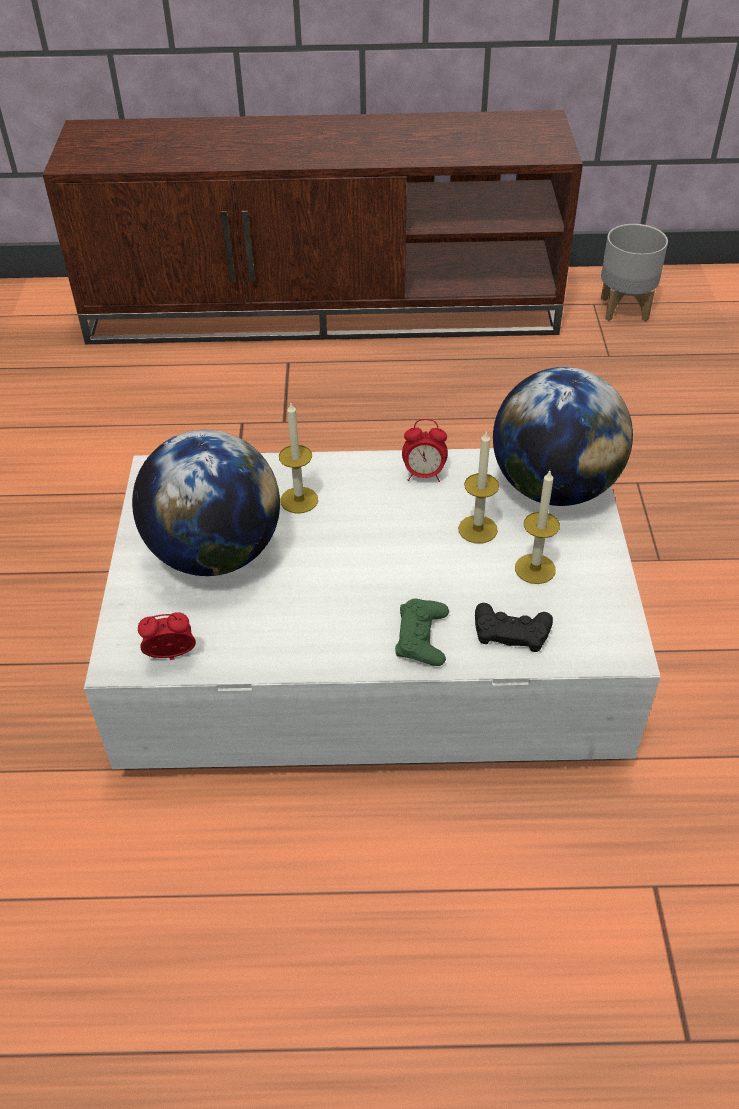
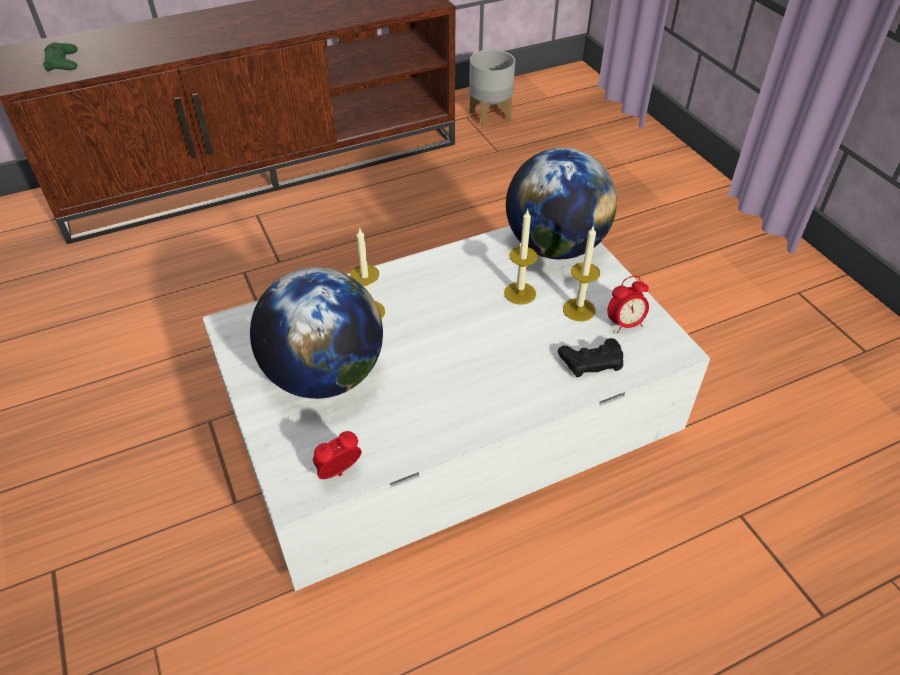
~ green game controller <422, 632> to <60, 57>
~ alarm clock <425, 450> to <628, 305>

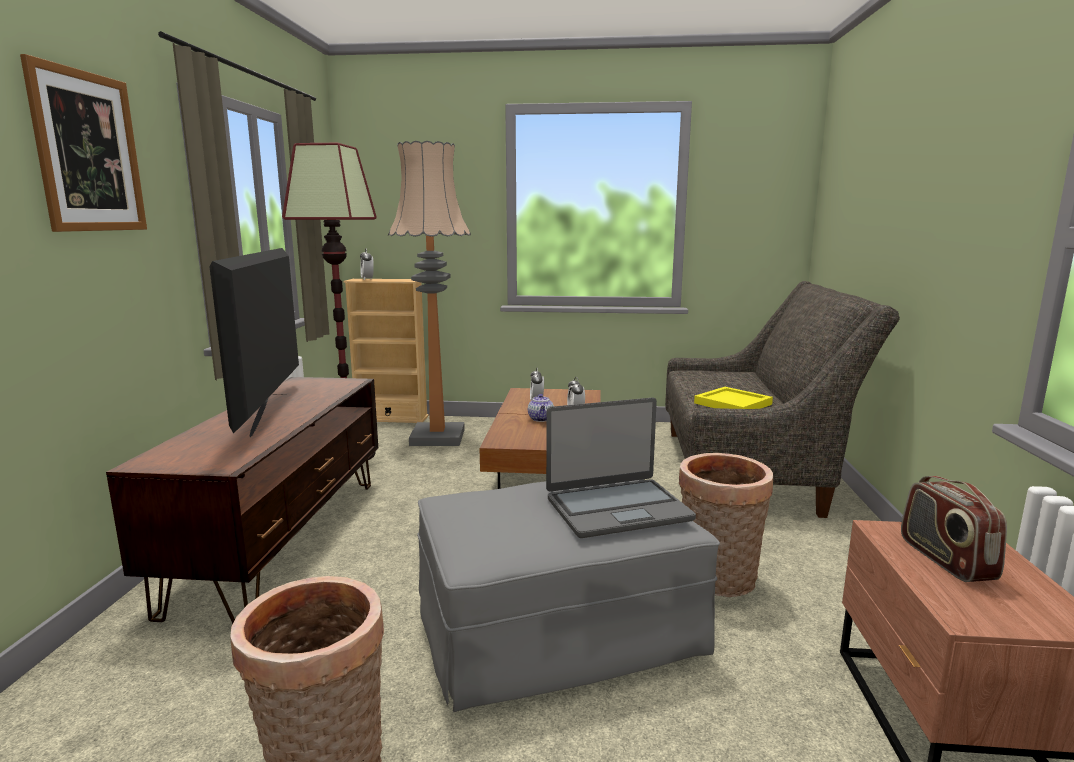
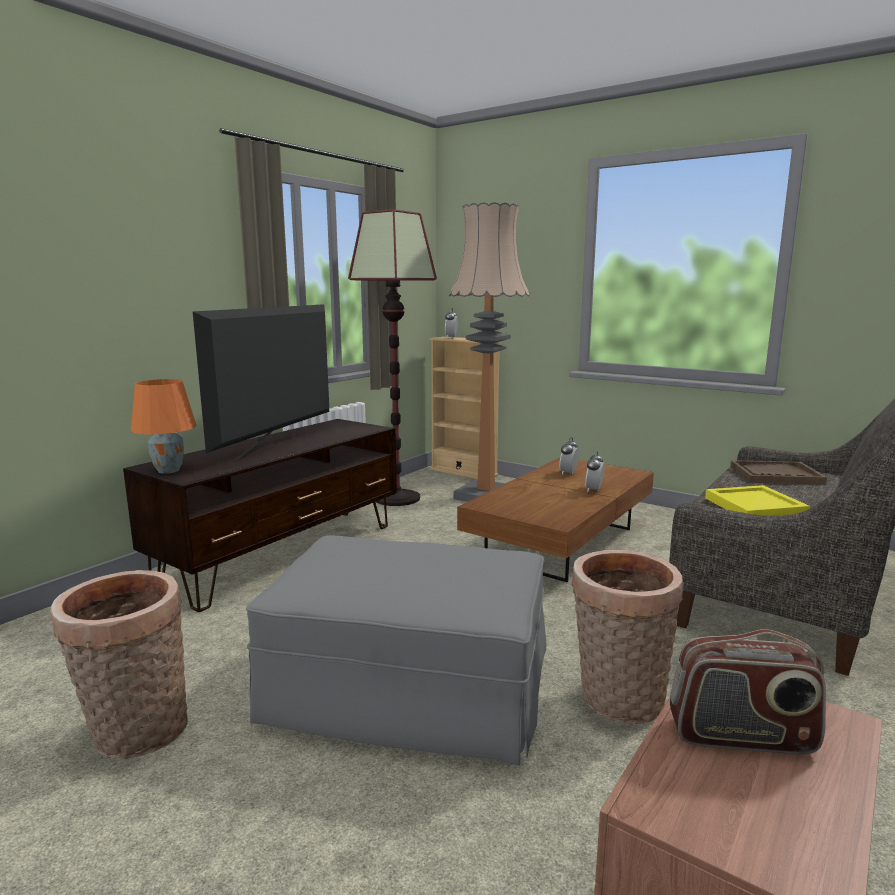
+ orange table lamp <164, 426>
~ radio <954, 529> = <748, 691> 105 degrees counterclockwise
+ brown tray <778, 472>
- picture <83, 143>
- teapot <541, 408>
- laptop <621, 467>

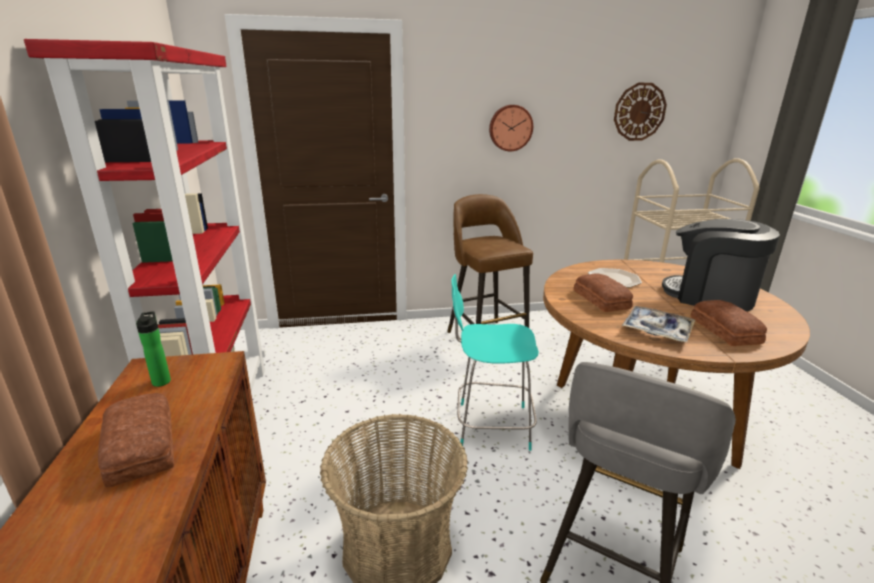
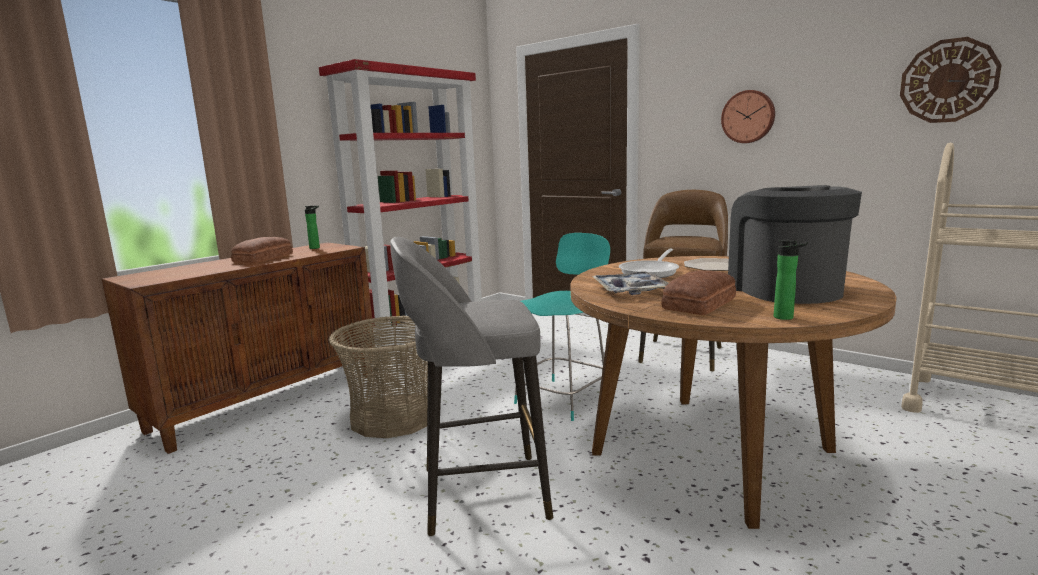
~ turquoise chair <495, 362> = <562, 327> 75 degrees clockwise
~ bread <603, 292> to frying pan <649, 263>
+ bottle <791, 280>

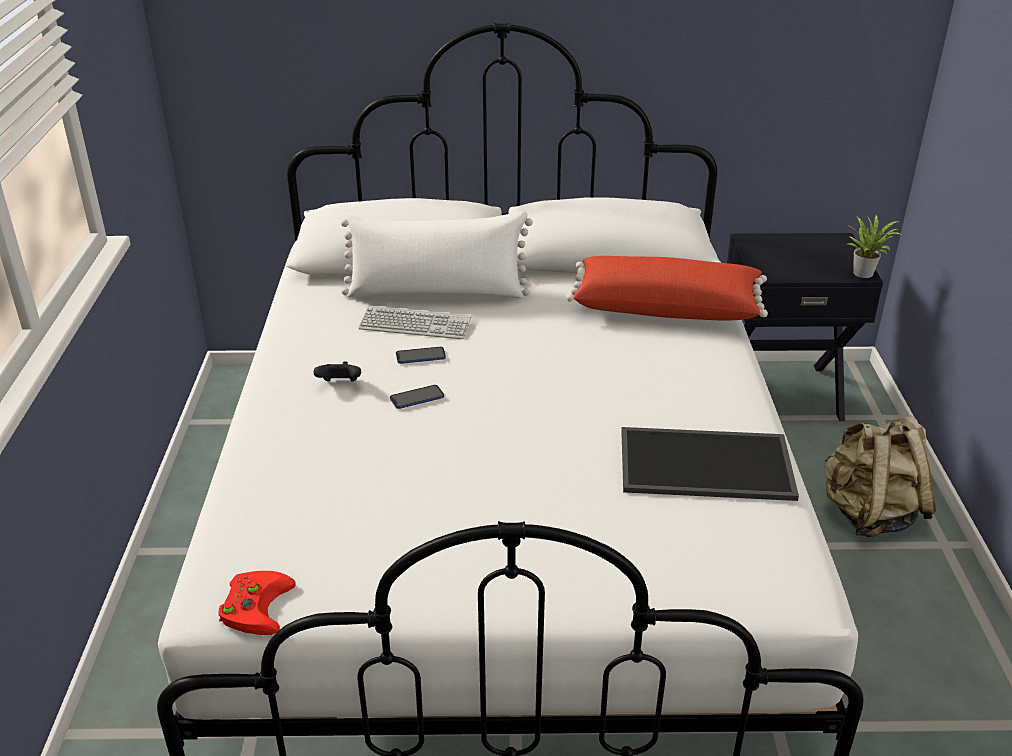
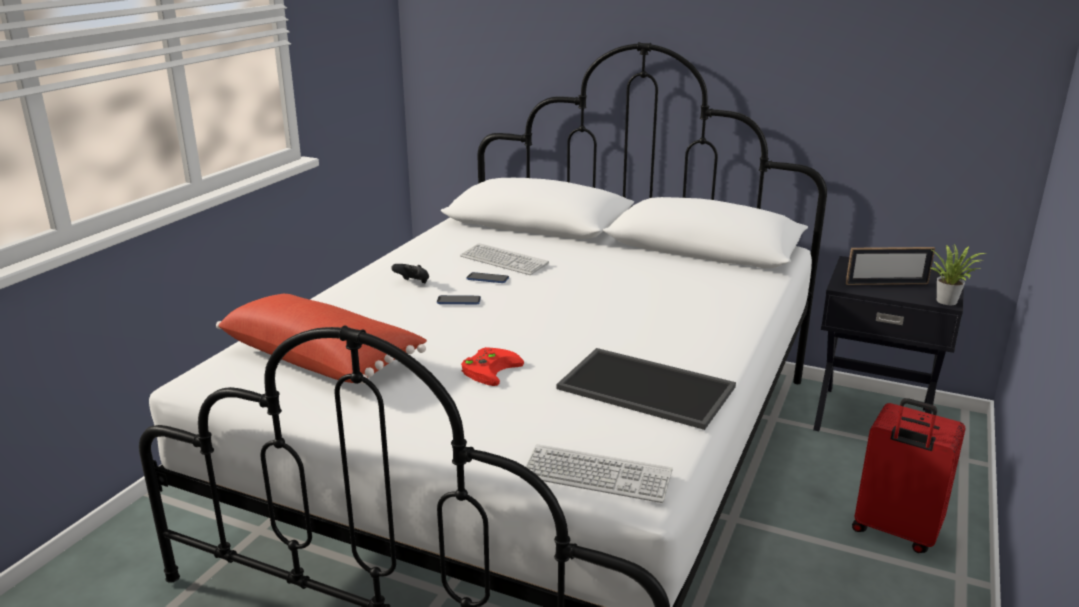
~ red pillow <667, 288> to <321, 339>
~ red game controller <257, 603> to <492, 366>
+ keyboard <599, 473>
+ picture frame <890, 266>
~ beige backpack <880, 476> to red suitcase <909, 475>
- white pillow <437, 255>

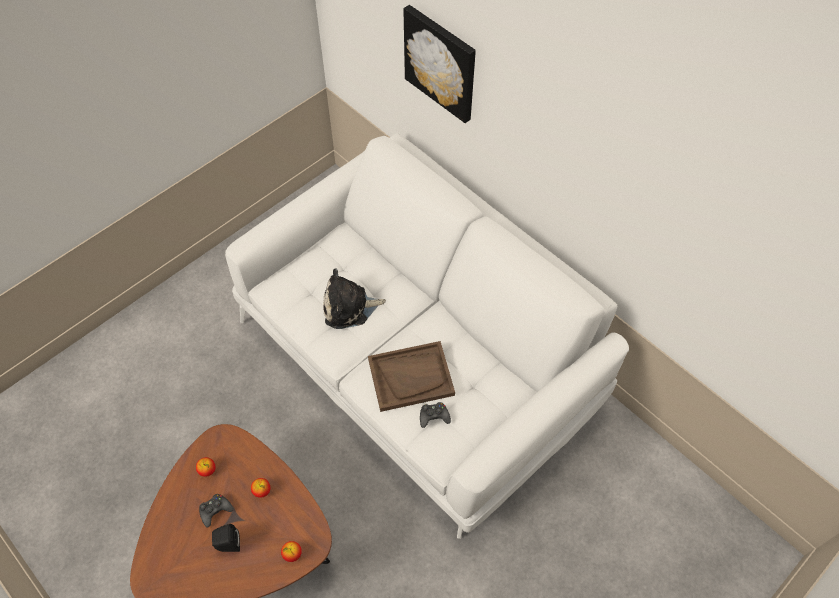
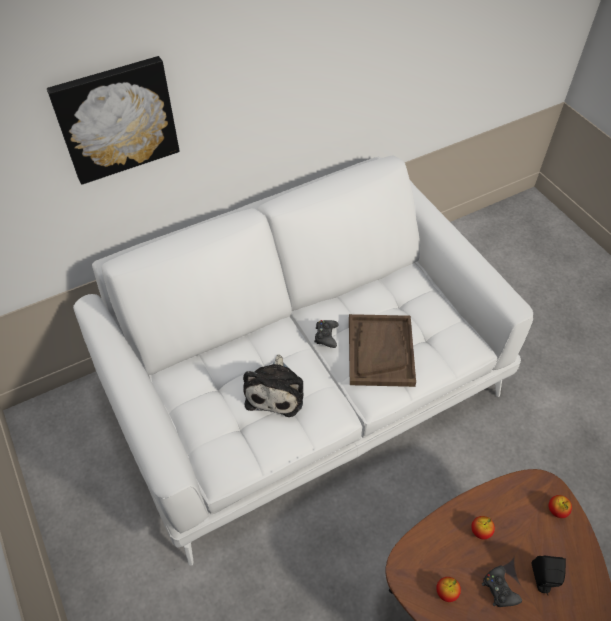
~ black game controller <435, 415> to <326, 334>

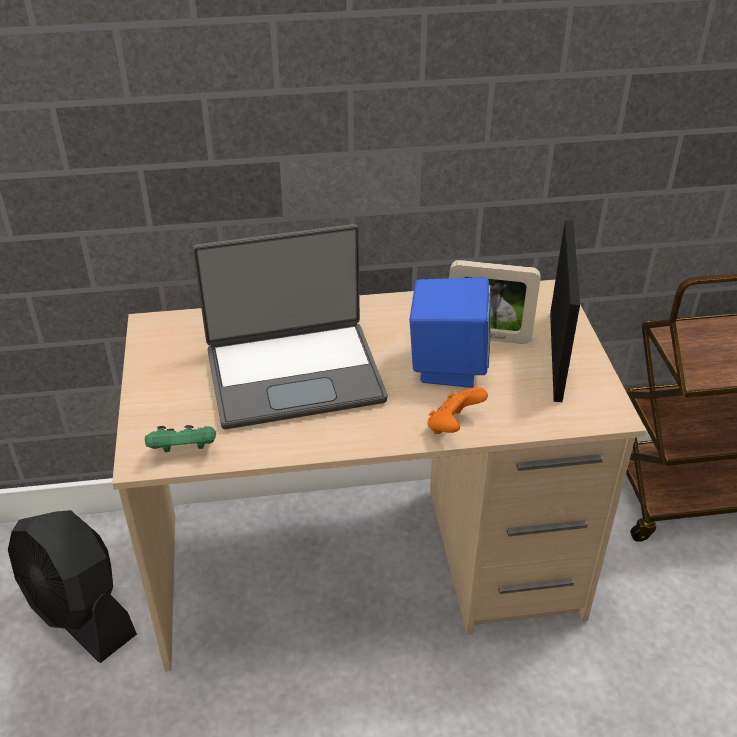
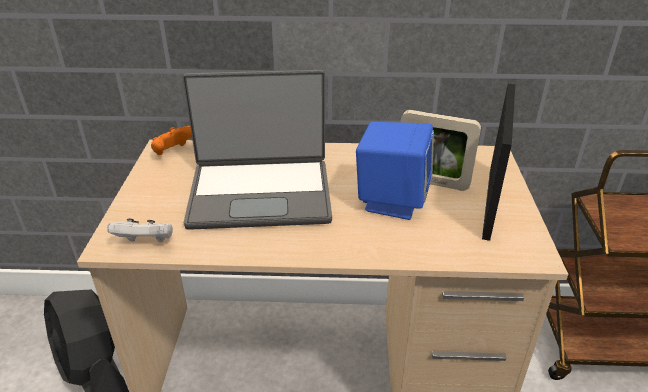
~ green game controller <180, 438> to white game controller <140, 230>
~ orange game controller <457, 410> to <171, 140>

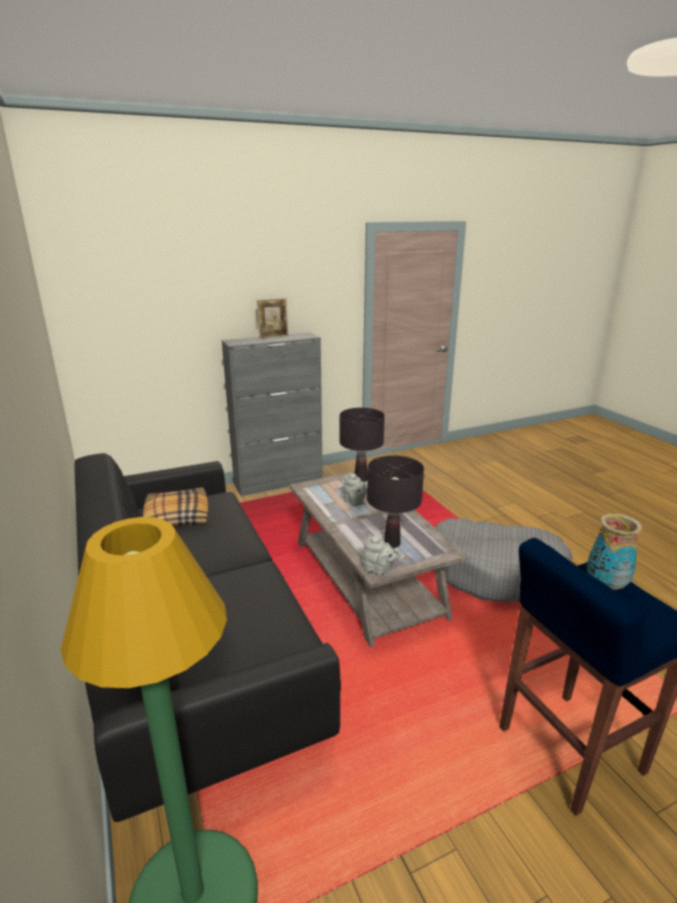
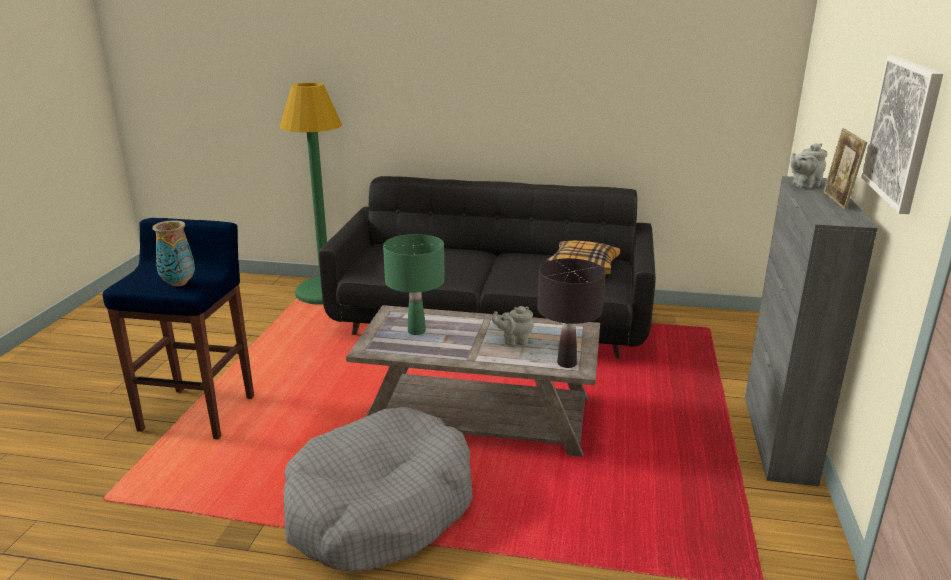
~ black table lamp <395, 501> to green table lamp <414, 284>
~ grey teapot <382, 555> to <809, 166>
+ picture <902, 135>

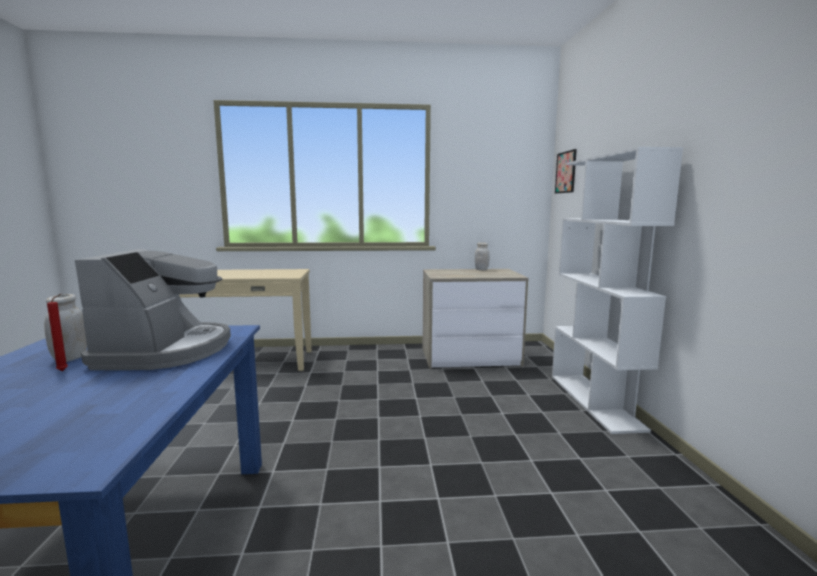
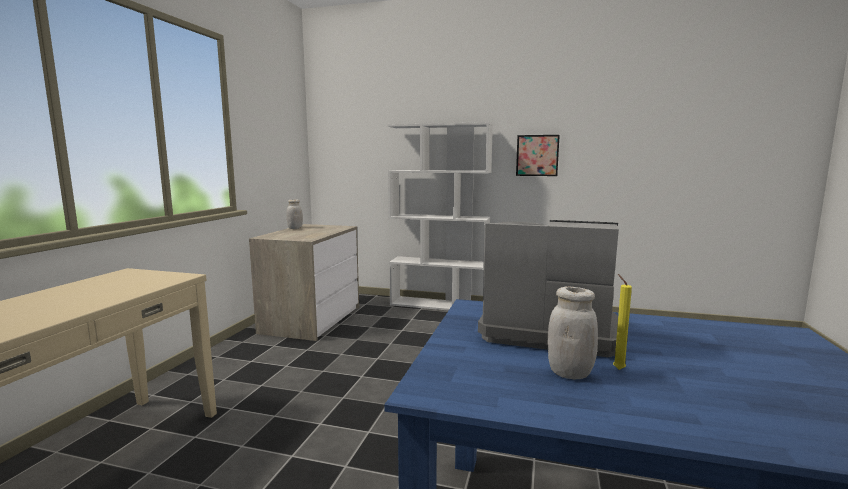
~ picture <566, 171> to <538, 155>
~ red candle <57, 332> to yellow candle <622, 322>

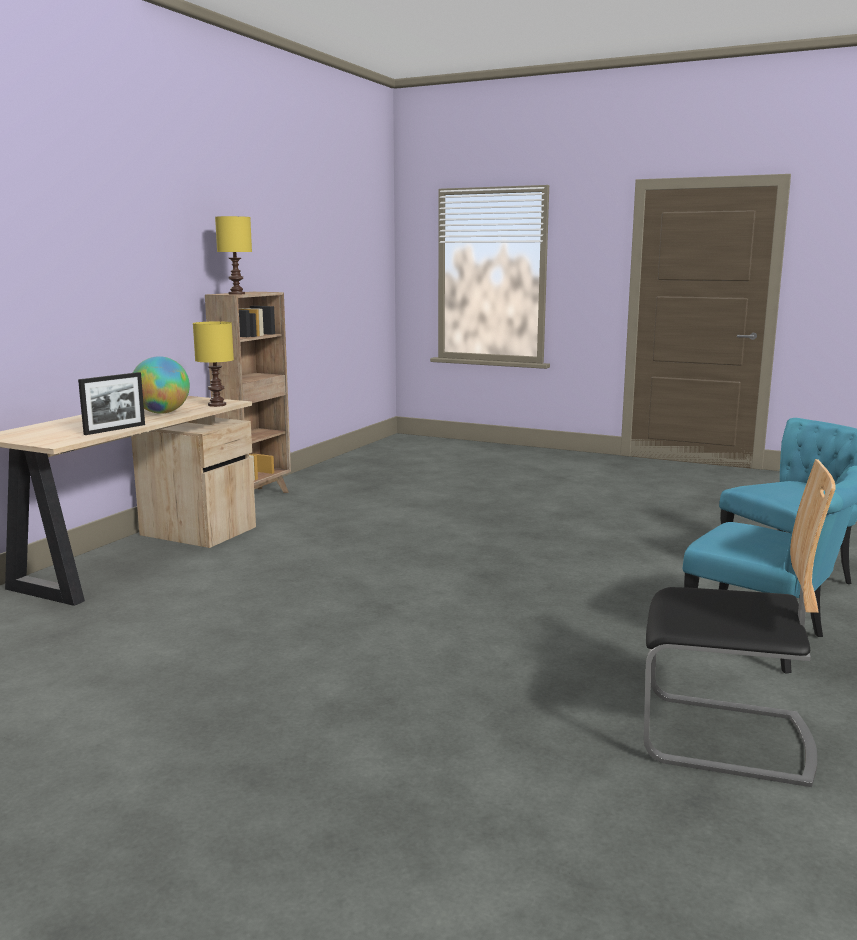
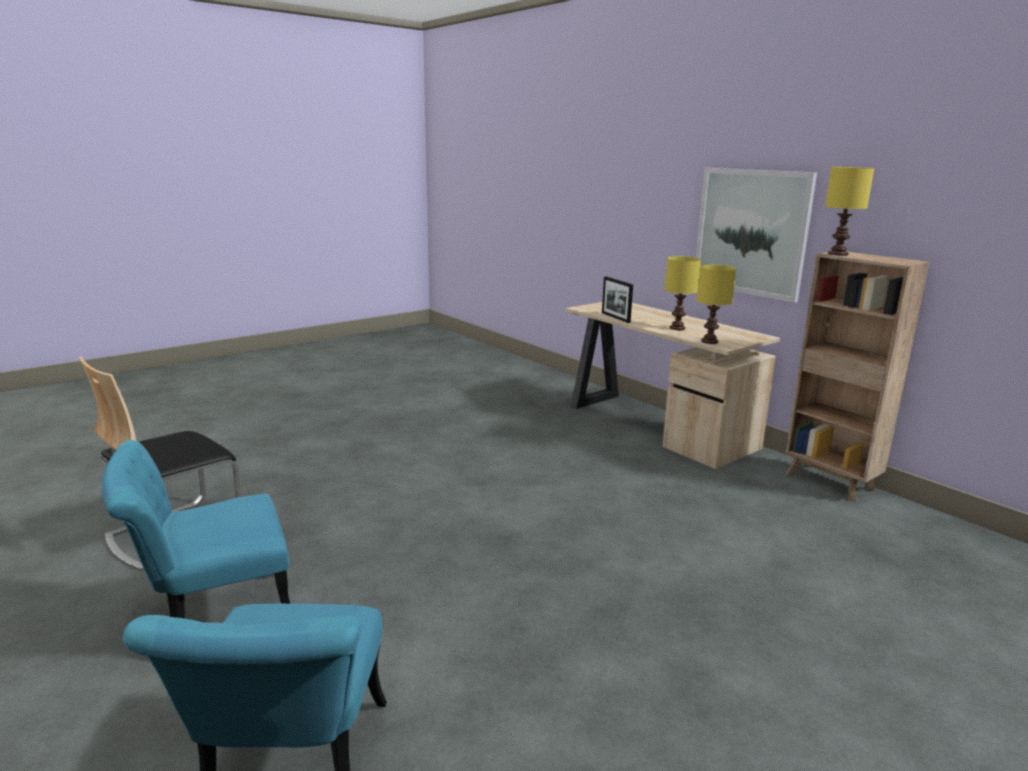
~ globe <161, 385> to yellow table lamp <683, 293>
+ picture <756, 235>

